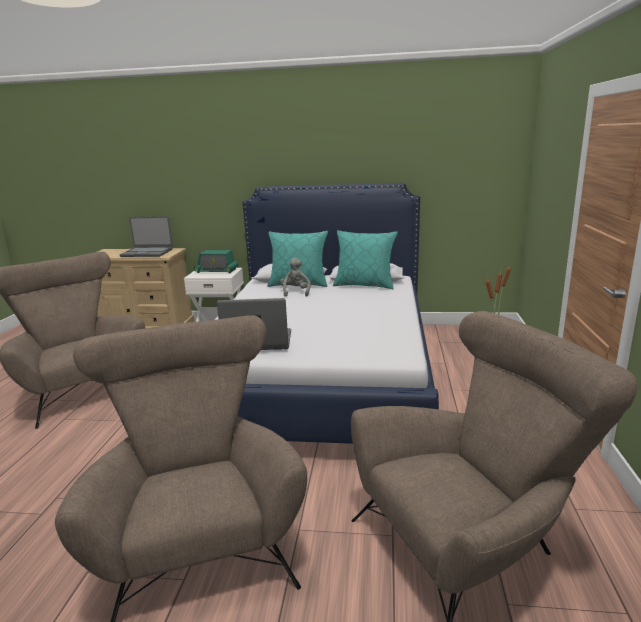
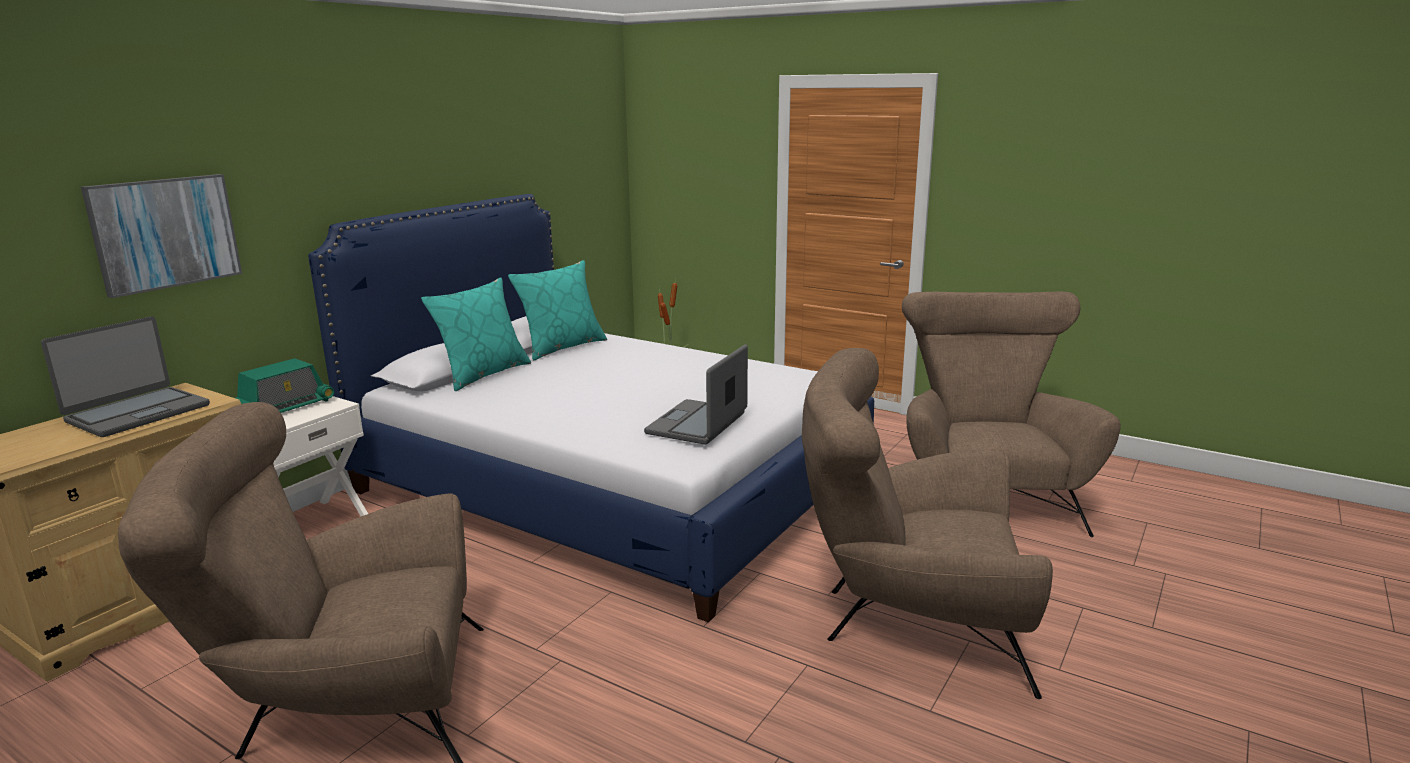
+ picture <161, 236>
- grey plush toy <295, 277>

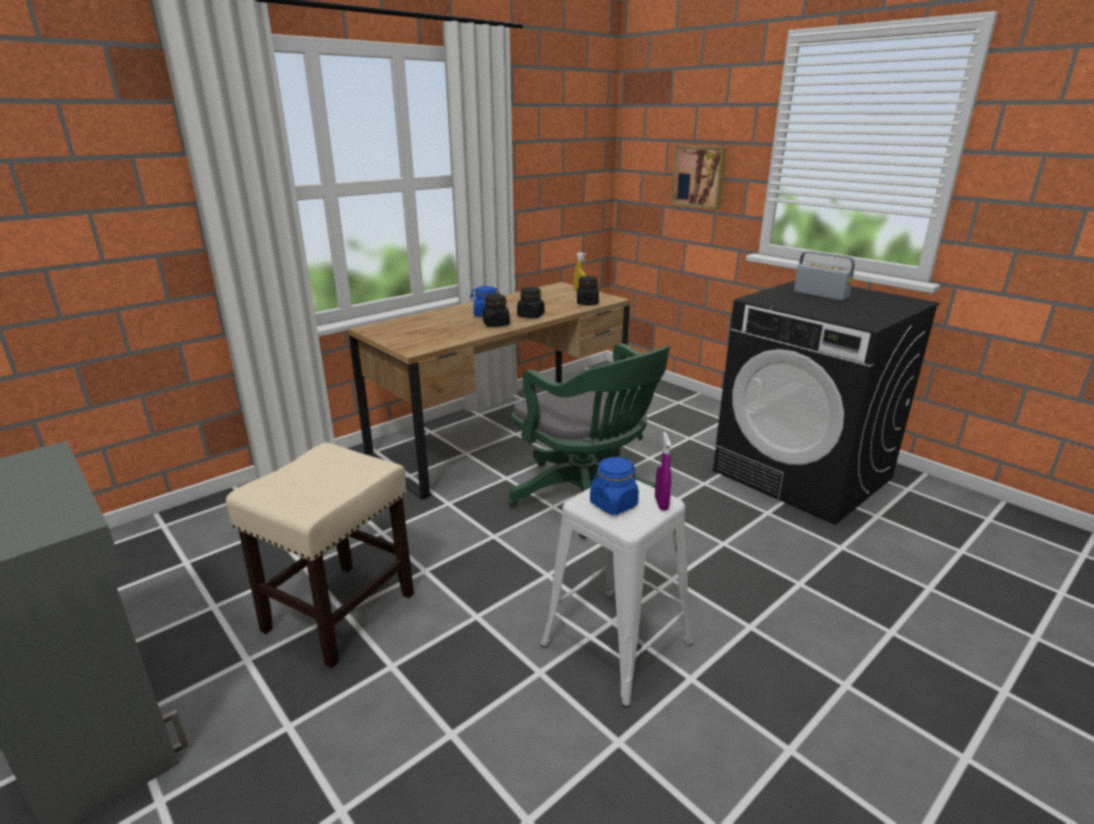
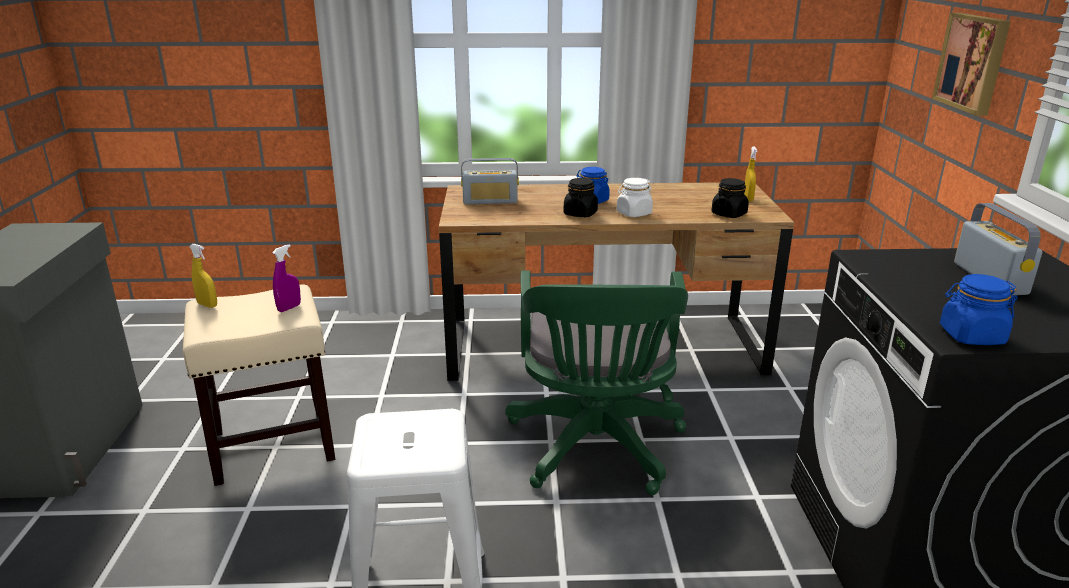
+ yellow spray bottle <203, 276>
~ purple spray bottle <663, 471> to <286, 278>
+ radio <490, 181>
~ black jar <530, 302> to white jar <635, 197>
~ blue jar <614, 486> to <978, 309>

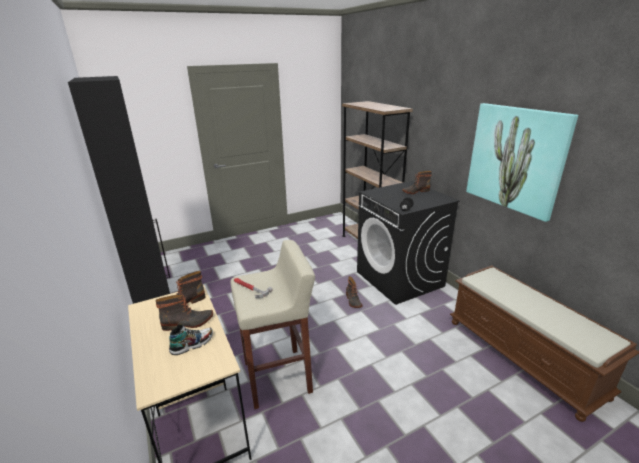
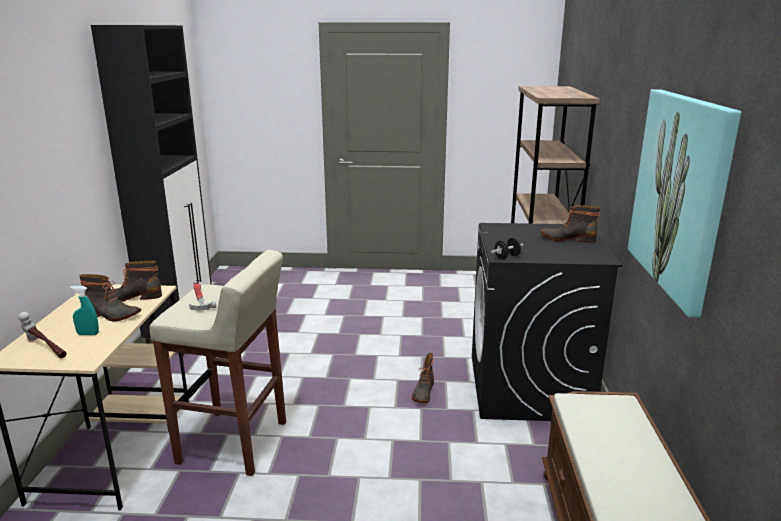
+ hammer <42, 335>
~ shoe <191, 339> to turquoise spray bottle <84, 310>

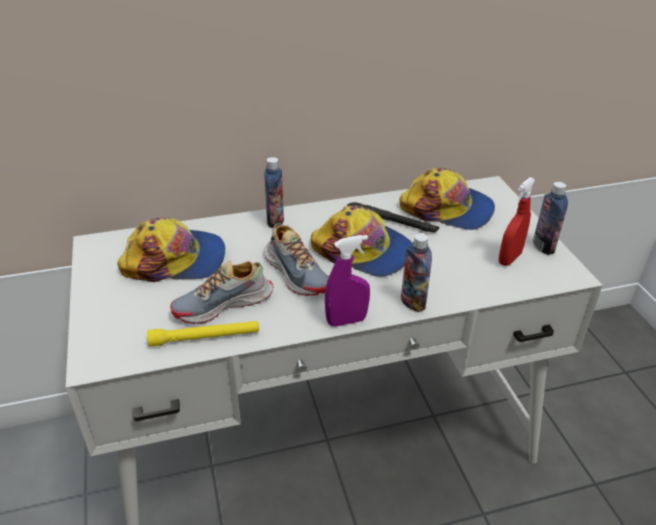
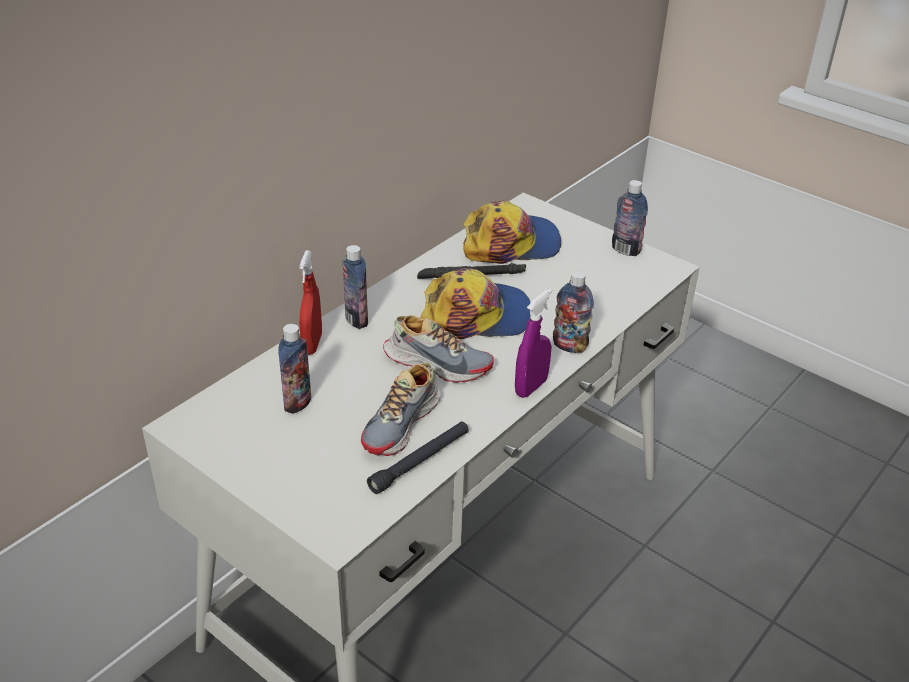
~ cap <171, 249> to bottle <294, 369>
~ red spray bottle <517, 221> to <310, 303>
~ yellow flashlight <203, 334> to black flashlight <417, 457>

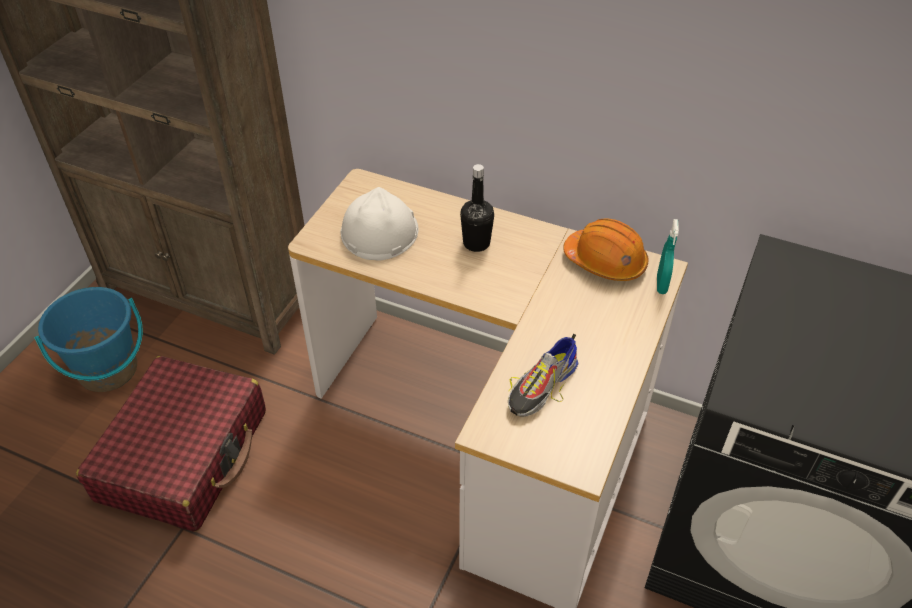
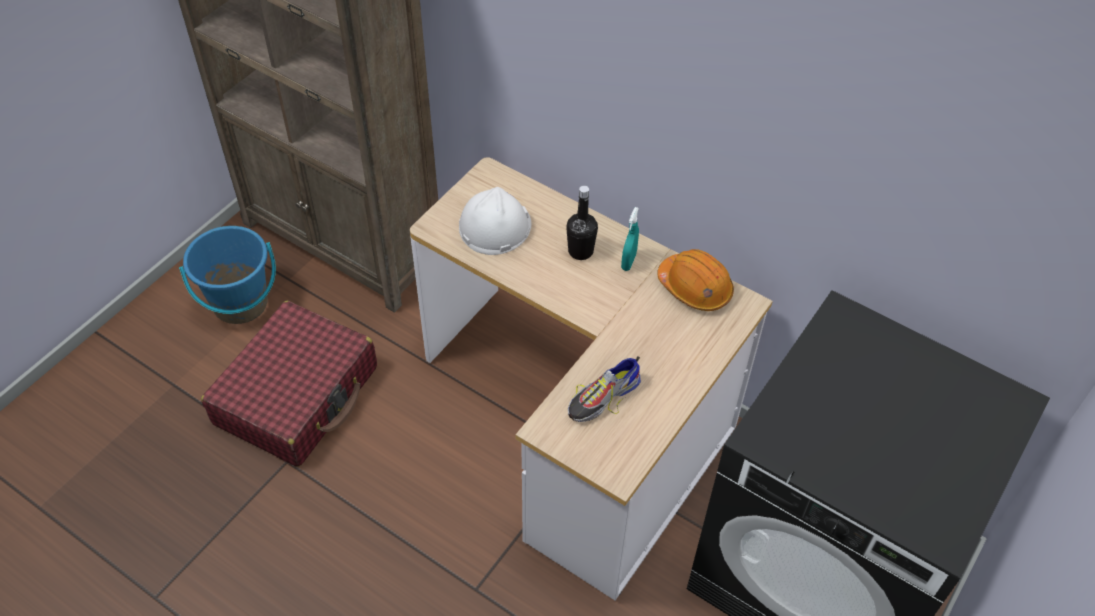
~ turquoise spray bottle <668, 256> to <630, 239>

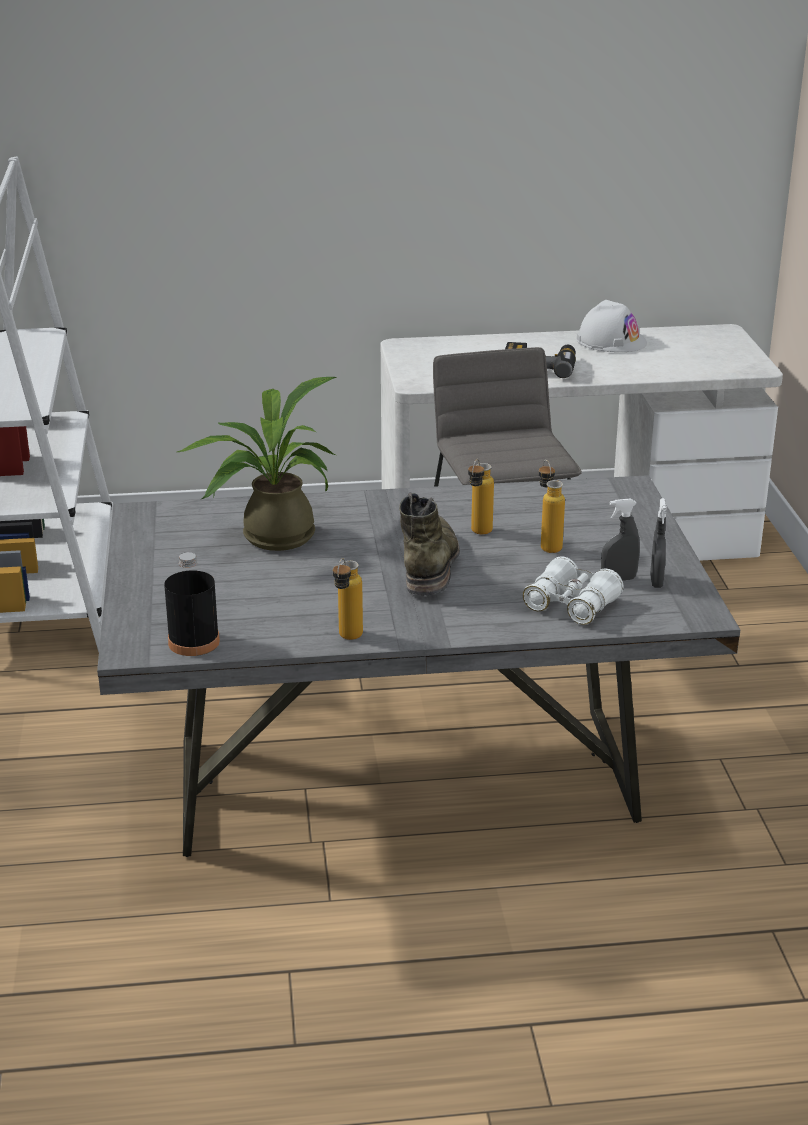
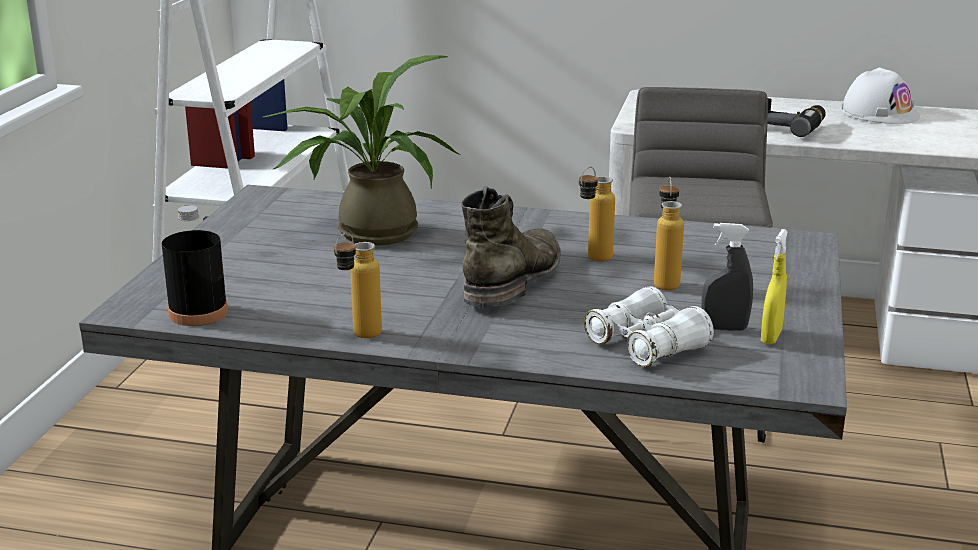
~ grey spray bottle <658, 543> to yellow spray bottle <774, 286>

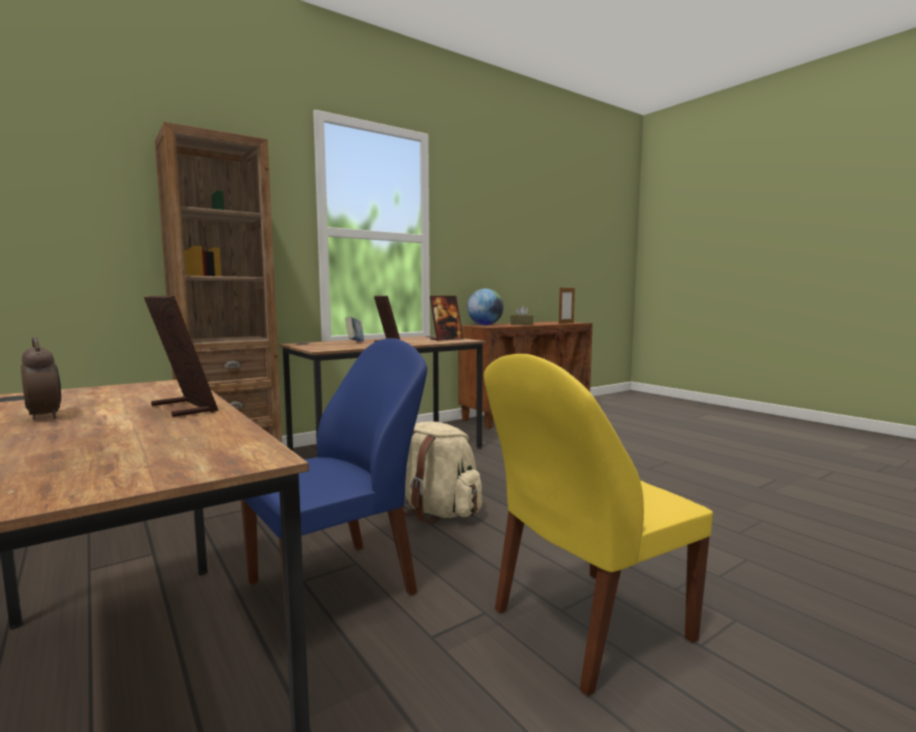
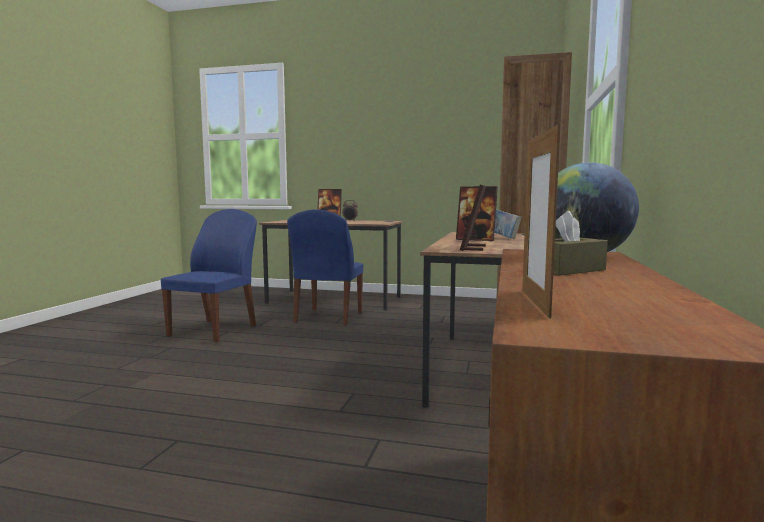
~ yellow chair <598, 525> to blue chair <209, 275>
- beige backpack <443, 473>

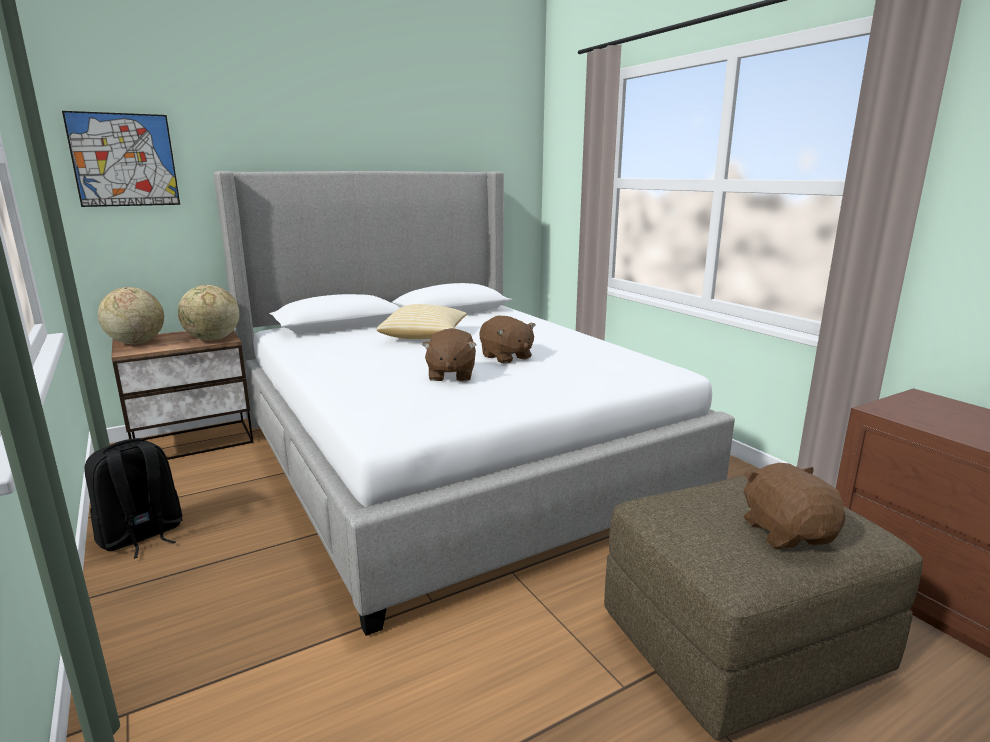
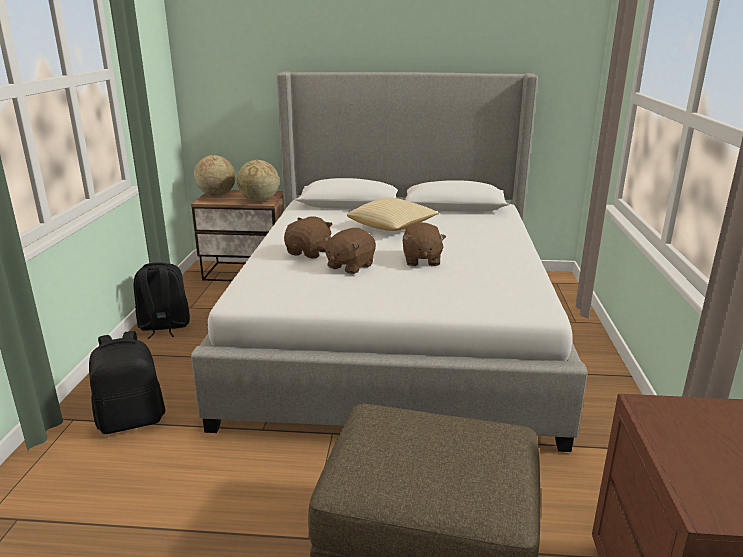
+ black backpack <127, 382>
~ brown plush toy <794, 506> to <308, 237>
- picture <121, 159>

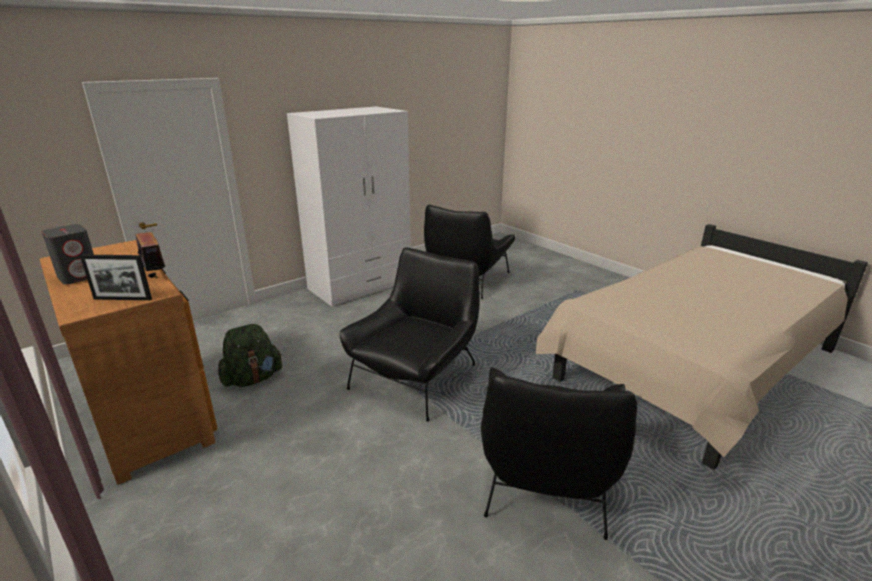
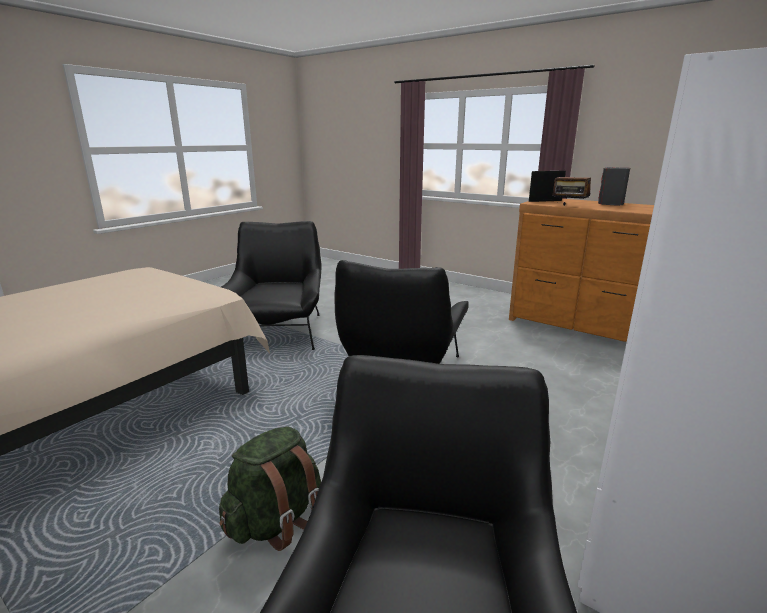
~ green backpack <250, 355> to <270, 489>

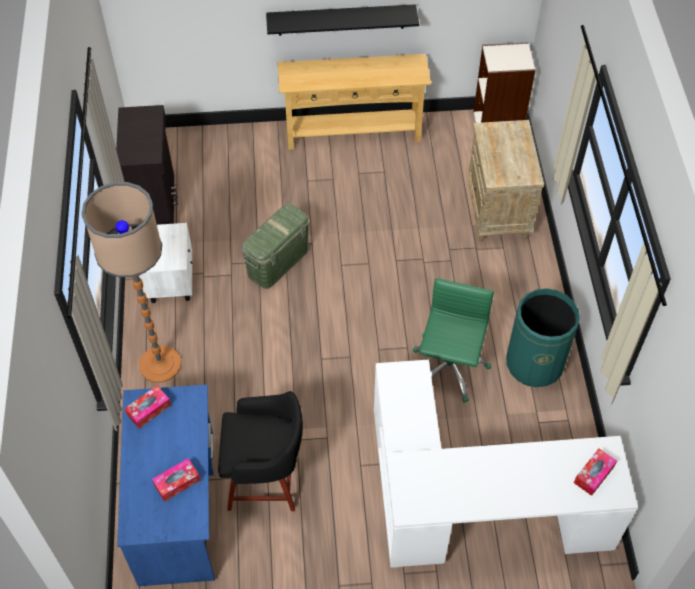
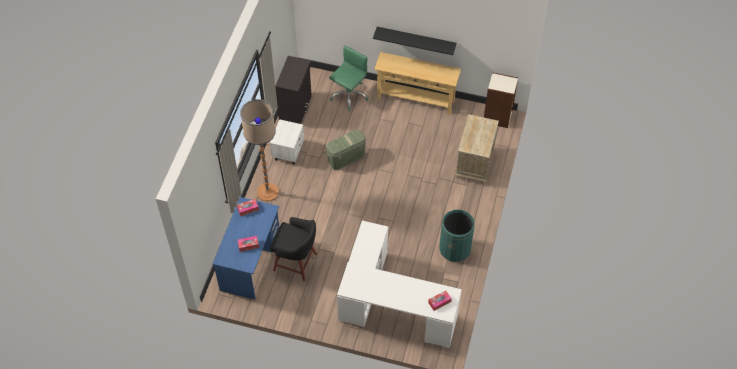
~ green office chair <453, 340> to <349, 78>

